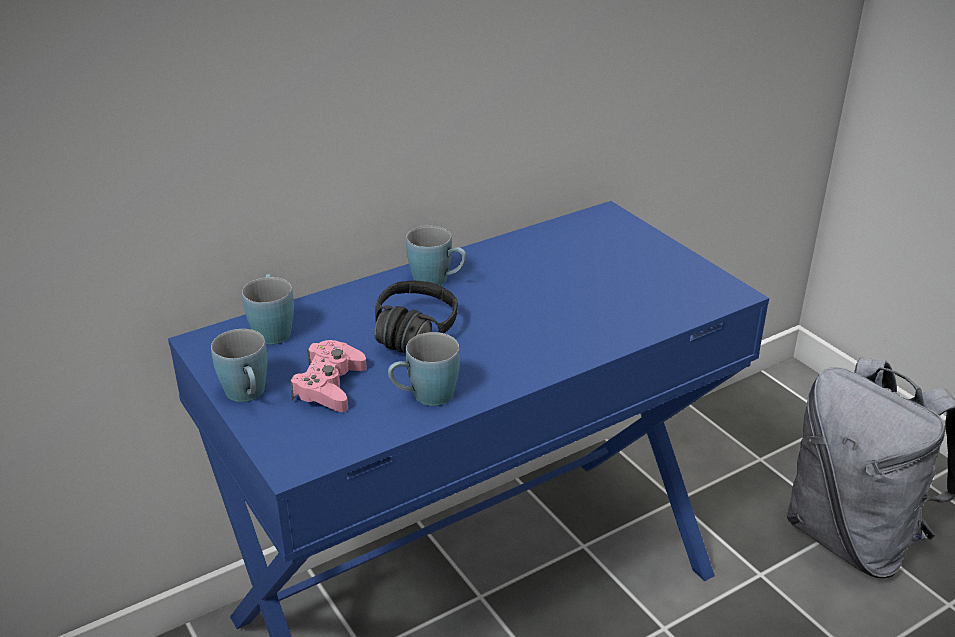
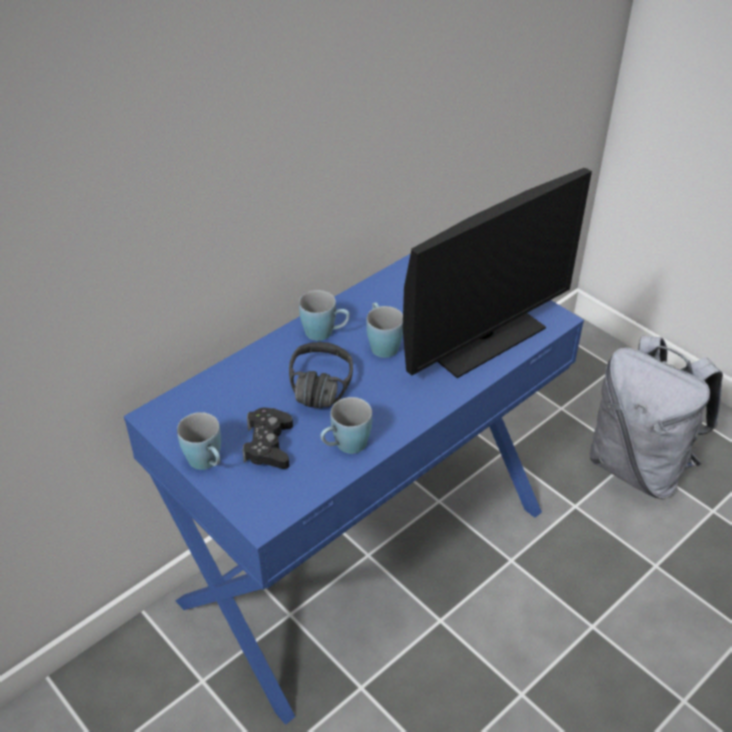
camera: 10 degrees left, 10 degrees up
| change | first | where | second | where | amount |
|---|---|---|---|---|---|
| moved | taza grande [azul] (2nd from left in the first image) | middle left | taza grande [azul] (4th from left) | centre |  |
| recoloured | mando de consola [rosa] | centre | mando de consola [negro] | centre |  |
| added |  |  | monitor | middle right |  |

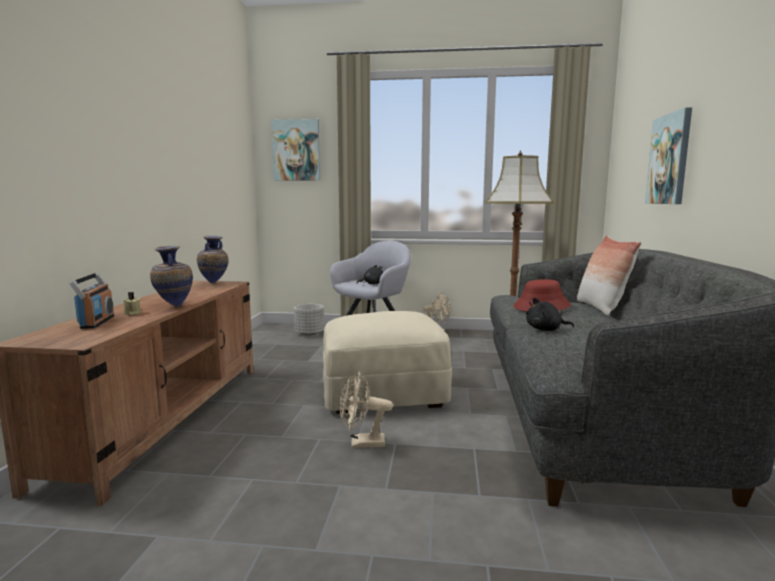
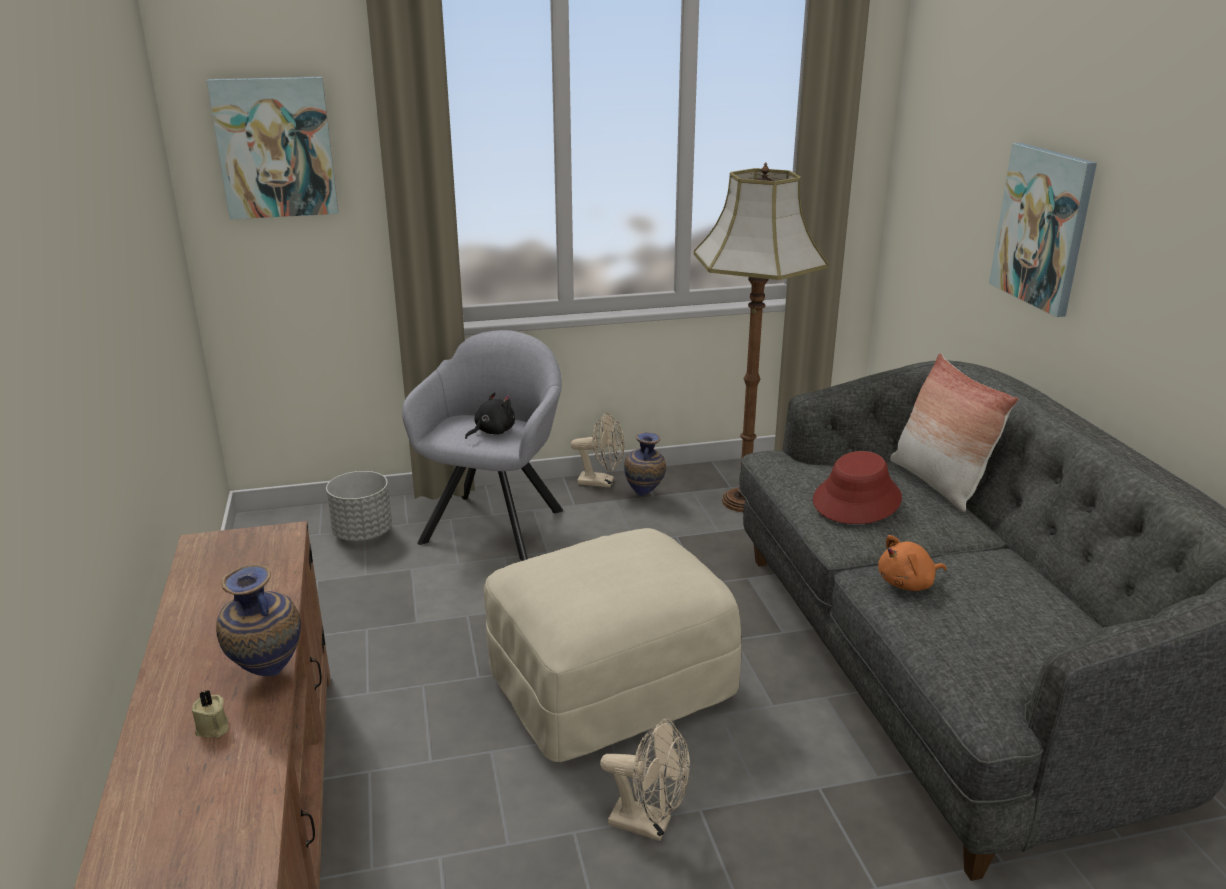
camera: 20 degrees left, 15 degrees up
| change | first | where | second | where | amount |
|---|---|---|---|---|---|
| moved | florero (2nd from left) | middle left |  | centre |  |
| removed | radio | middle left |  |  |  |
| recoloured | peluche [negro] (2nd from left) | middle right | peluche [naranja] | middle right |  |
| turned | ventilador [beis] (1st from left in the first image) | bottom centre | ventilador [beis] (2nd from left) | bottom centre | 135 degrees counterclockwise |

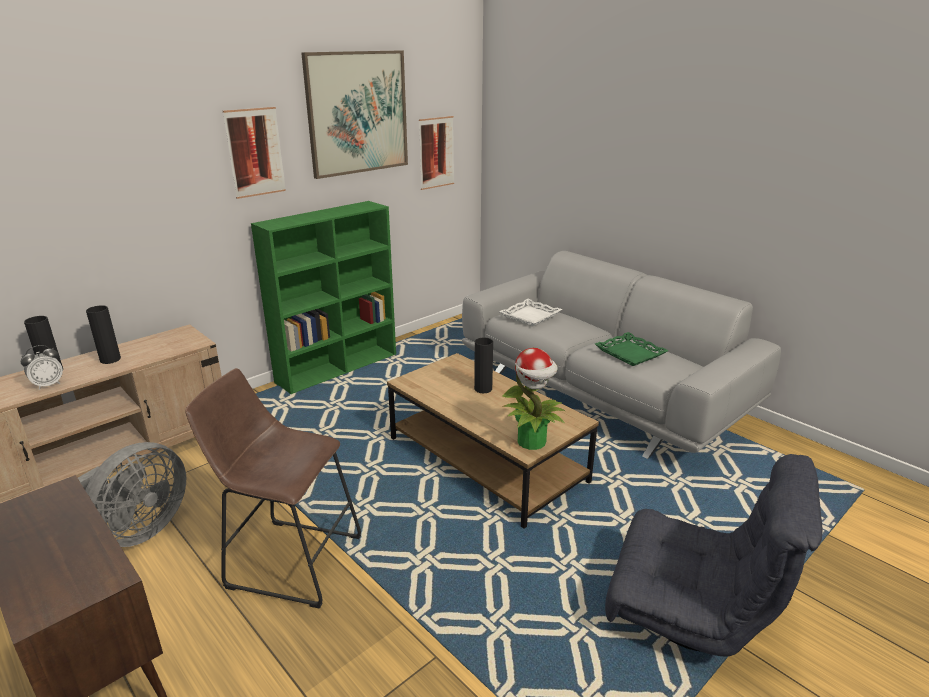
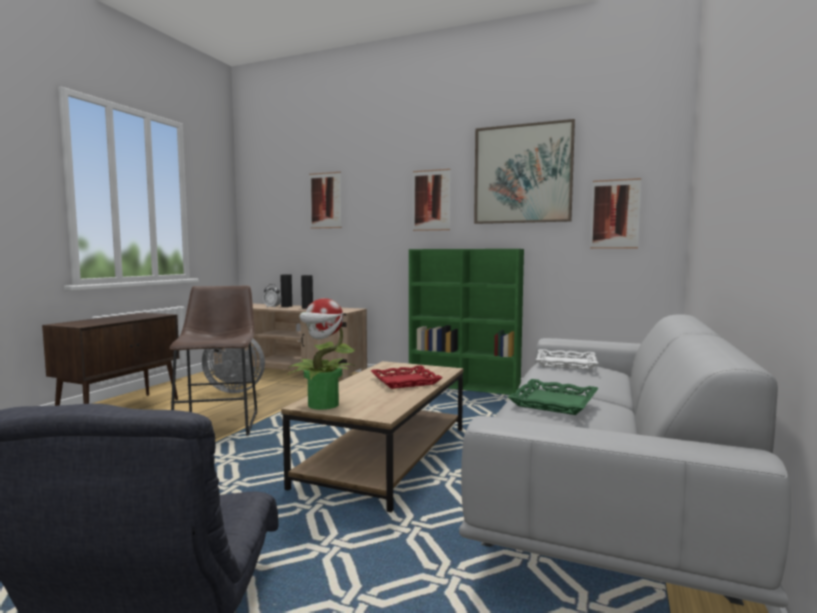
camera: 65 degrees right, 20 degrees down
| change | first | where | second | where | amount |
|---|---|---|---|---|---|
| replaced | florero [negro] (3rd from left) | centre | bandeja [rojo] | centre |  |
| added |  |  | cuadro (1st from left) | top centre |  |

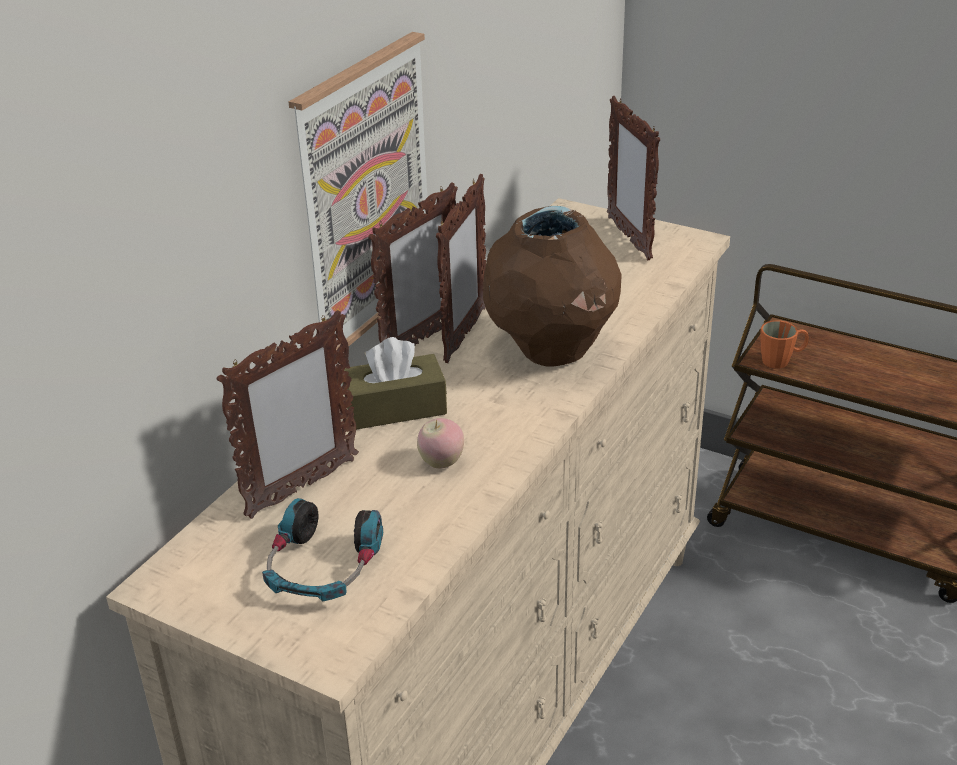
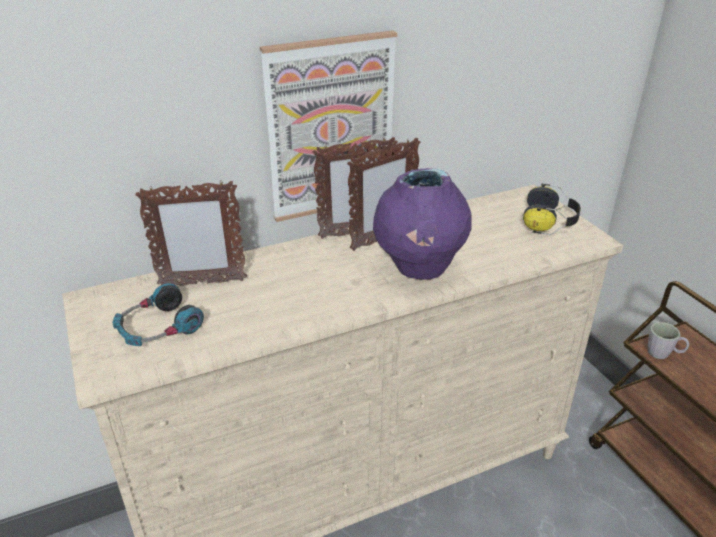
camera: 35 degrees right, 0 degrees up
| change | first | where | second | where | amount |
|---|---|---|---|---|---|
| replaced | portarretratos (4th from left) | top centre | auriculares (2nd from left) | middle right |  |
| recoloured | florero [marrón] | centre | florero [morado] | centre |  |
| recoloured | taza grande [naranja] | middle right | taza grande [gris] | middle right |  |
| removed | caja de pañuelos [marrón] | centre |  |  |  |
| removed | manzana | centre |  |  |  |

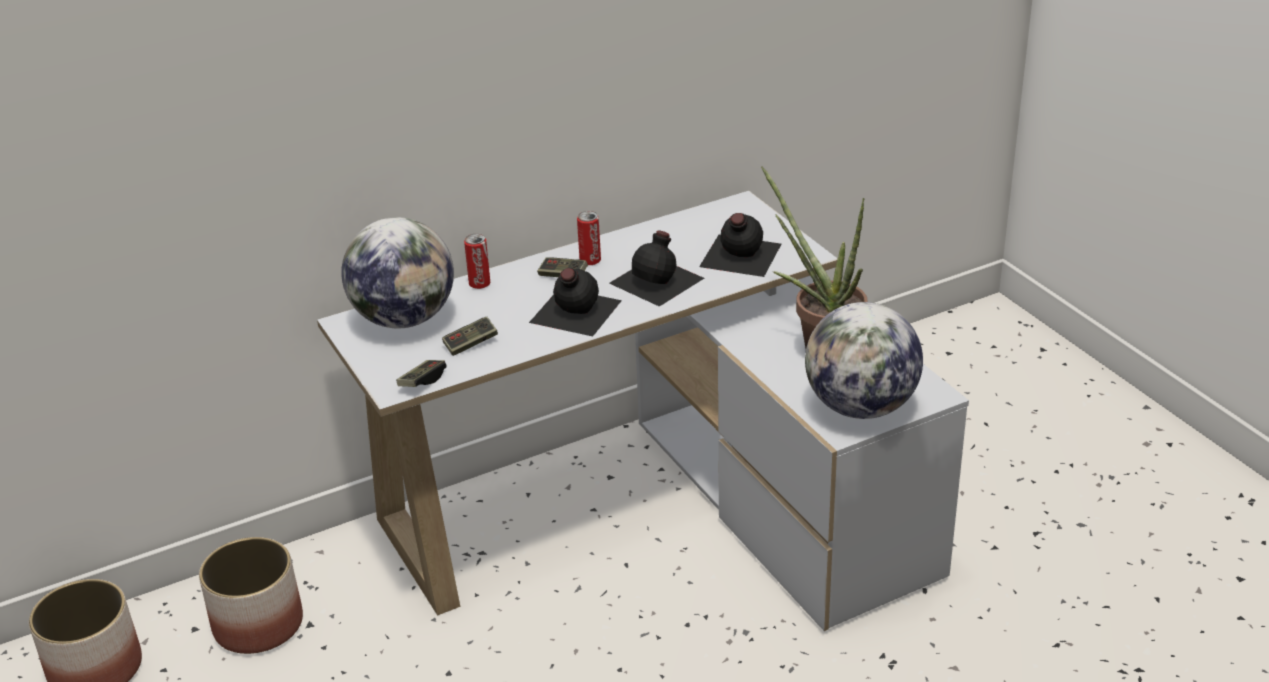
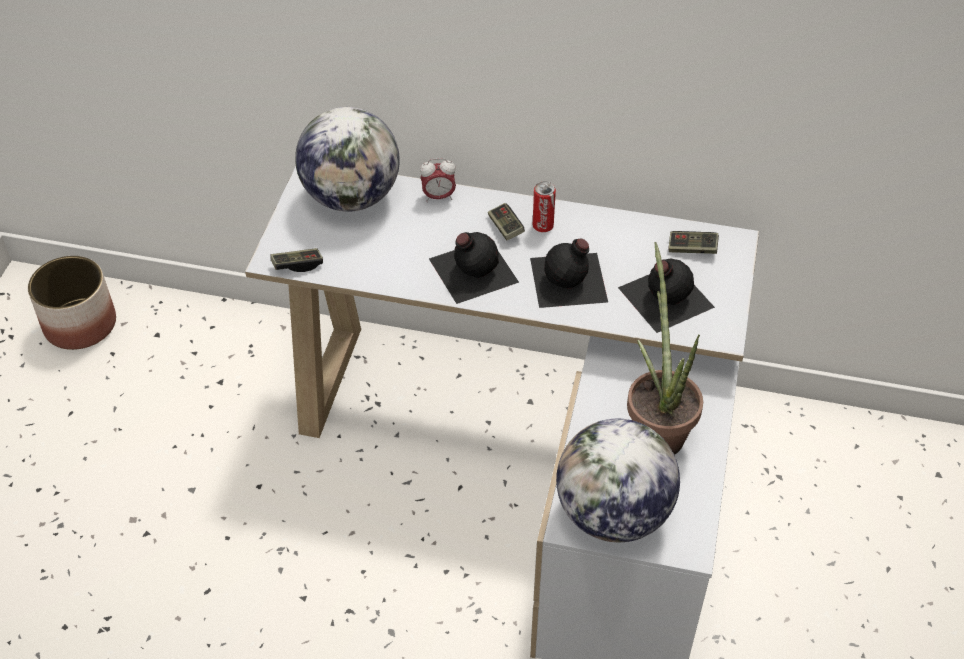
camera: 40 degrees right, 15 degrees up
| change | first | where | second | where | amount |
|---|---|---|---|---|---|
| replaced | lata (1st from left) | centre | despertador | top centre |  |
| moved | mando de consola (2nd from left in the first image) | centre | mando de consola (3rd from left) | middle right |  |
| removed | maceta (2nd from left) | bottom left |  |  |  |

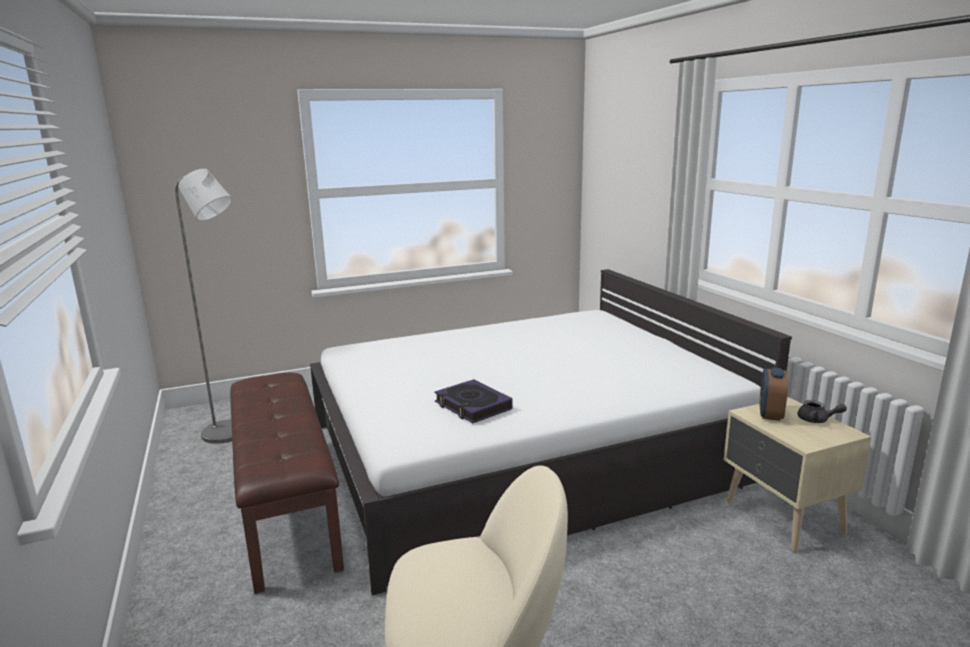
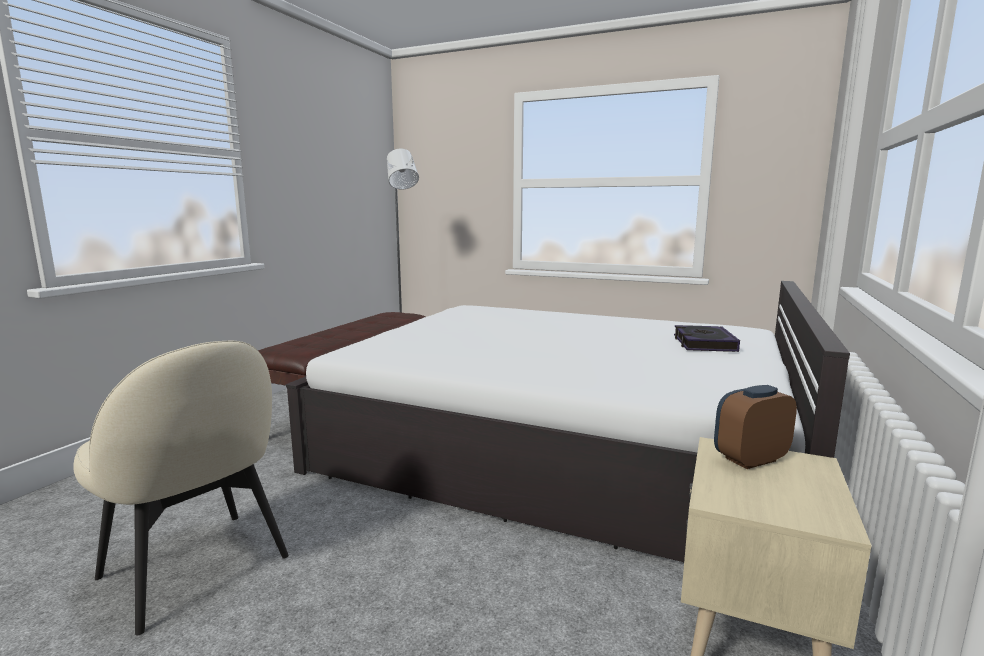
camera: 45 degrees right, 5 degrees down
| change | first | where | second | where | amount |
|---|---|---|---|---|---|
| moved | libro | centre |  | middle right |  |
| removed | tetera [gris] | middle right |  |  |  |

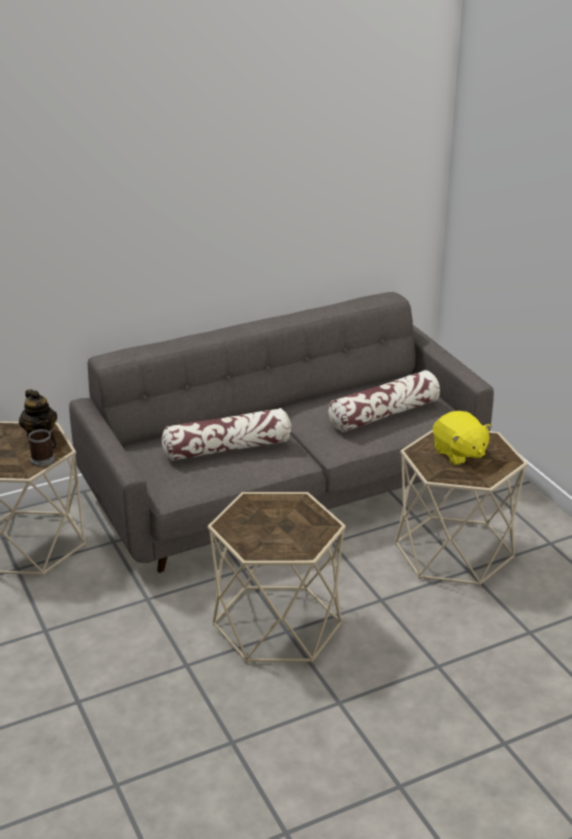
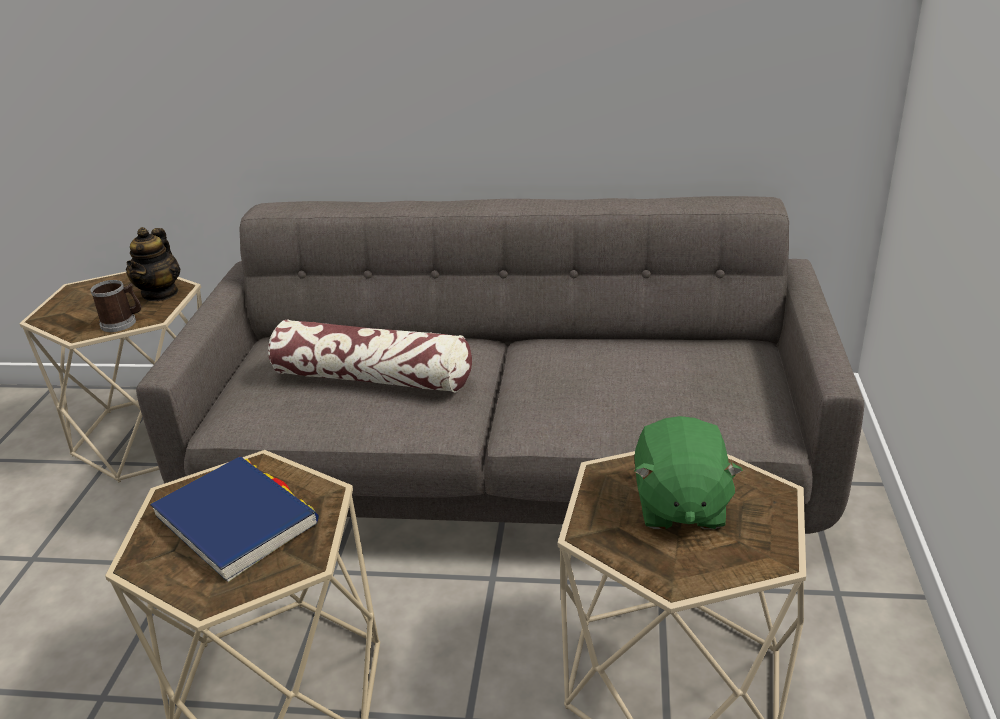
camera: 35 degrees right, 0 degrees up
| change | first | where | second | where | amount |
|---|---|---|---|---|---|
| removed | cojín (2nd from left) | middle right |  |  |  |
| recoloured | peluche [amarillo] | middle right | peluche [verde] | middle right |  |
| added |  |  | libro [azul] | bottom left |  |

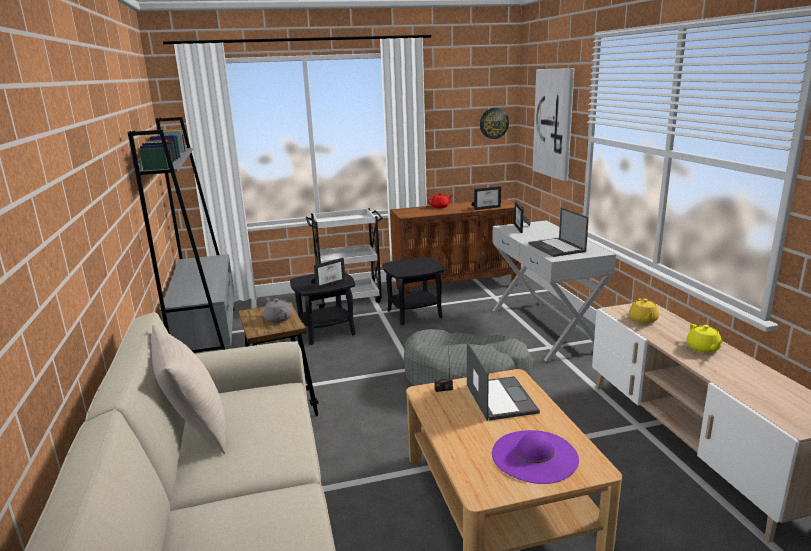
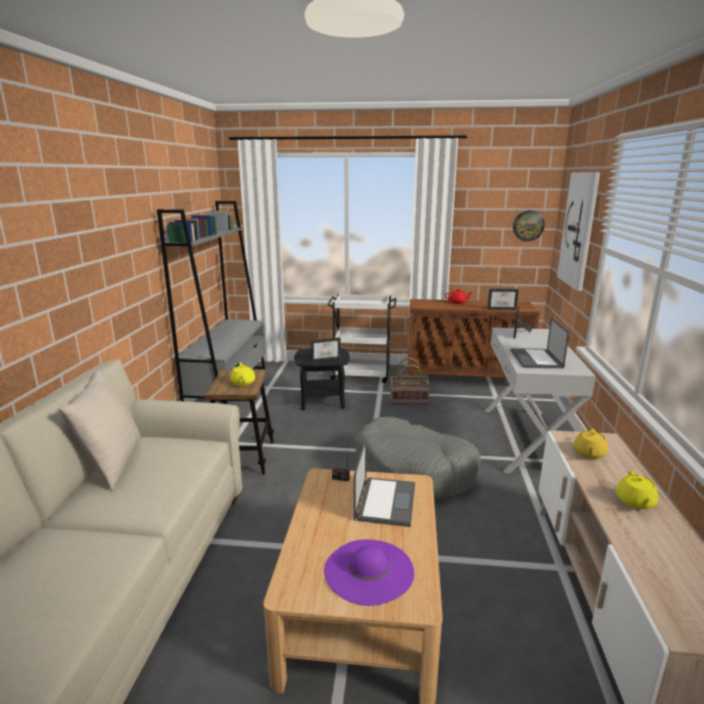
camera: 20 degrees right, 0 degrees up
| change | first | where | second | where | amount |
|---|---|---|---|---|---|
| replaced | mesa auxiliar [negro] (2nd from left) | centre | cesta | centre |  |
| recoloured | tetera [gris] | centre | tetera [amarillo] (1st from left) | centre |  |

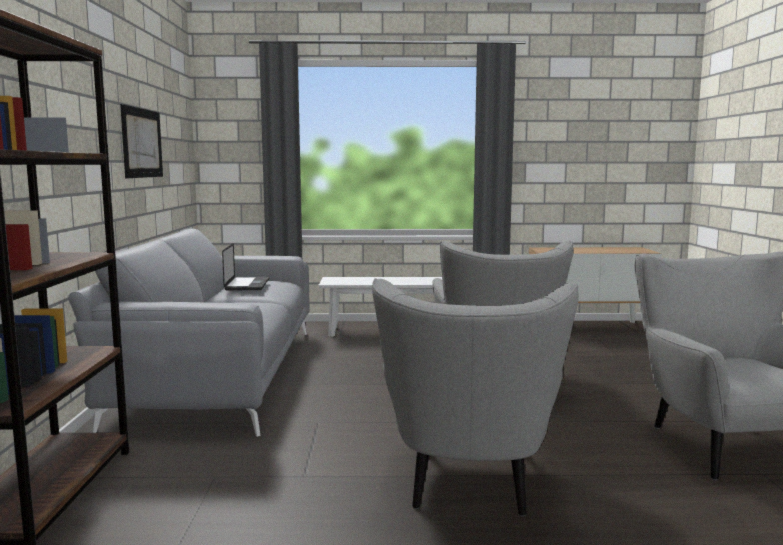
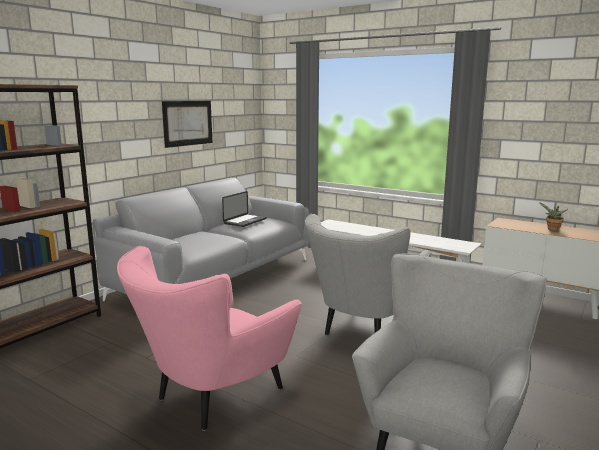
camera: 35 degrees right, 5 degrees up
| change | first | where | second | where | amount |
|---|---|---|---|---|---|
| recoloured | sillón [gris] (1st from left) | bottom centre | sillón [rosa] | bottom centre |  |
| added |  |  | planta en maceta | middle right |  |

